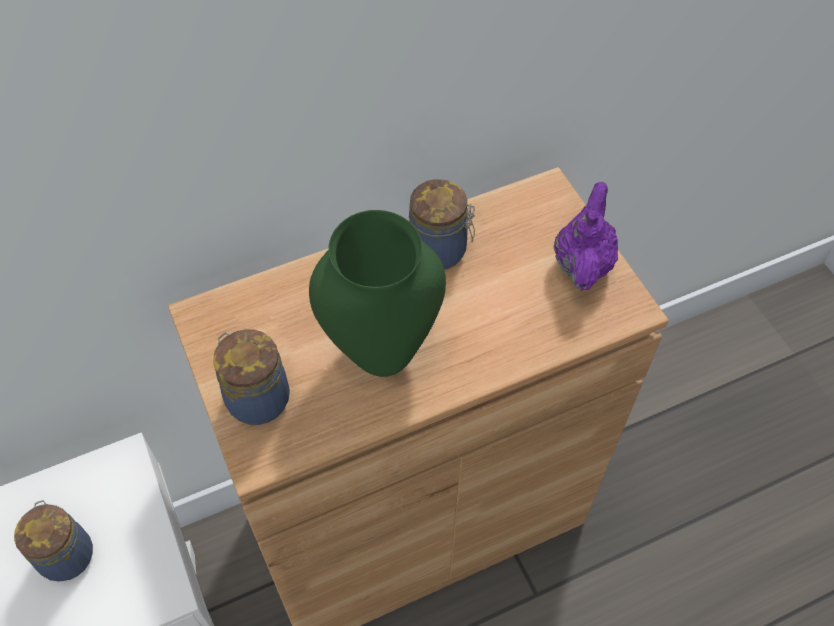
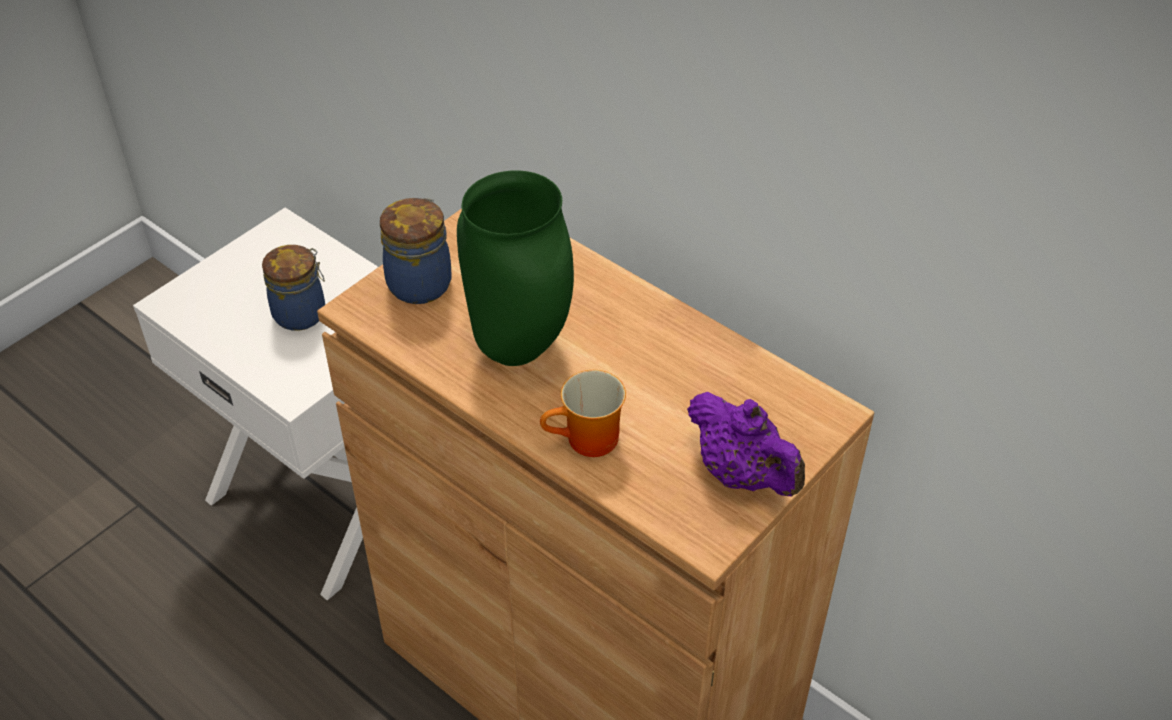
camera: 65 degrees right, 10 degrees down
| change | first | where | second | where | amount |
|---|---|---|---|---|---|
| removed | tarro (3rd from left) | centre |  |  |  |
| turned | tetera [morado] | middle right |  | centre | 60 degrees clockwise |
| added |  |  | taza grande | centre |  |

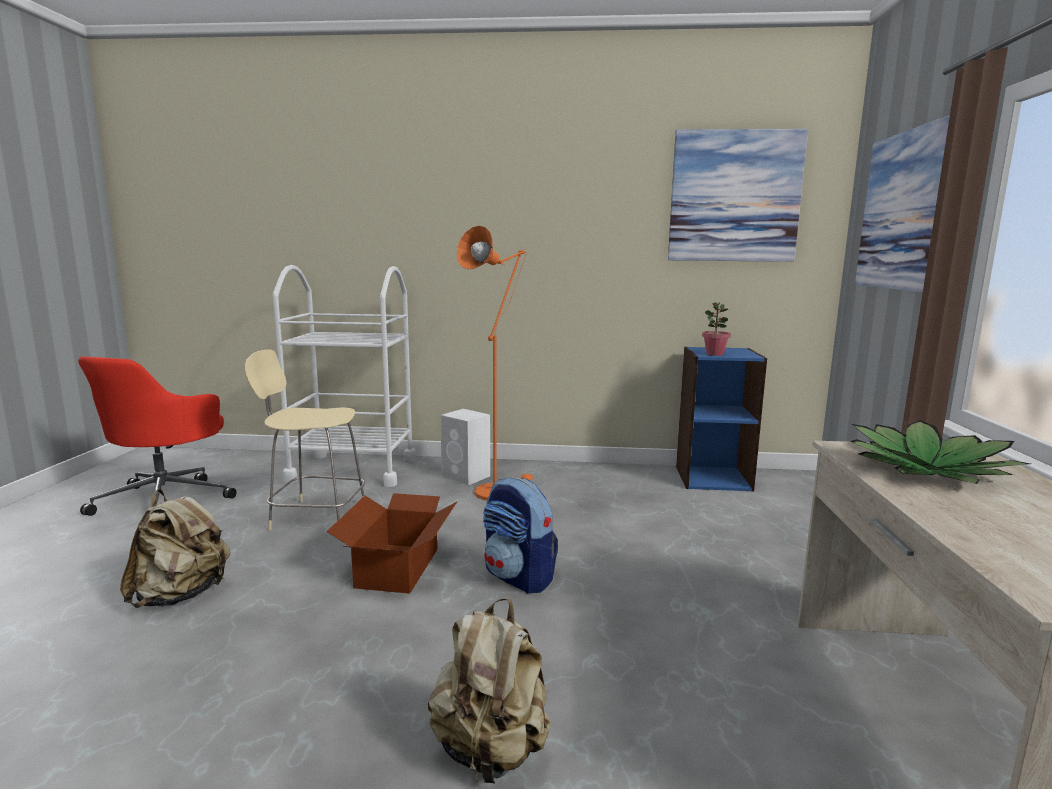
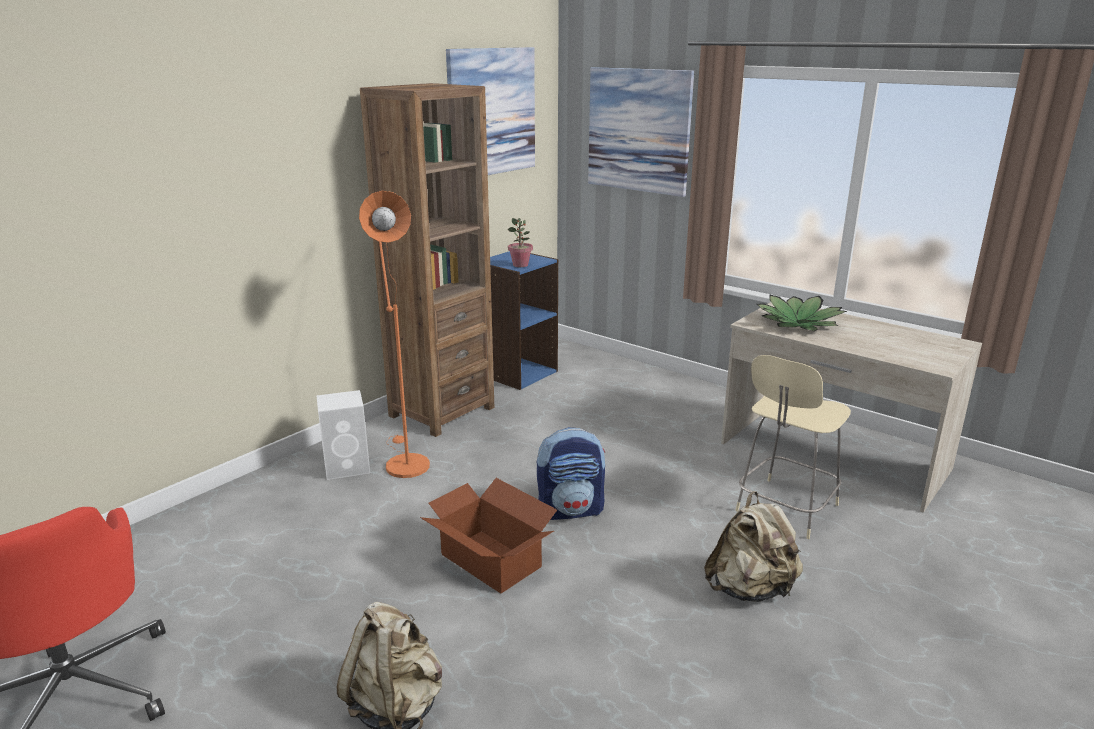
camera: 55 degrees left, 10 degrees up
| change | first | where | second | where | amount |
|---|---|---|---|---|---|
| removed | carrito [blanco] | middle left |  |  |  |
| moved | silla [beis] | middle left |  | middle right |  |
| added |  |  | estantería [marrón] | centre |  |

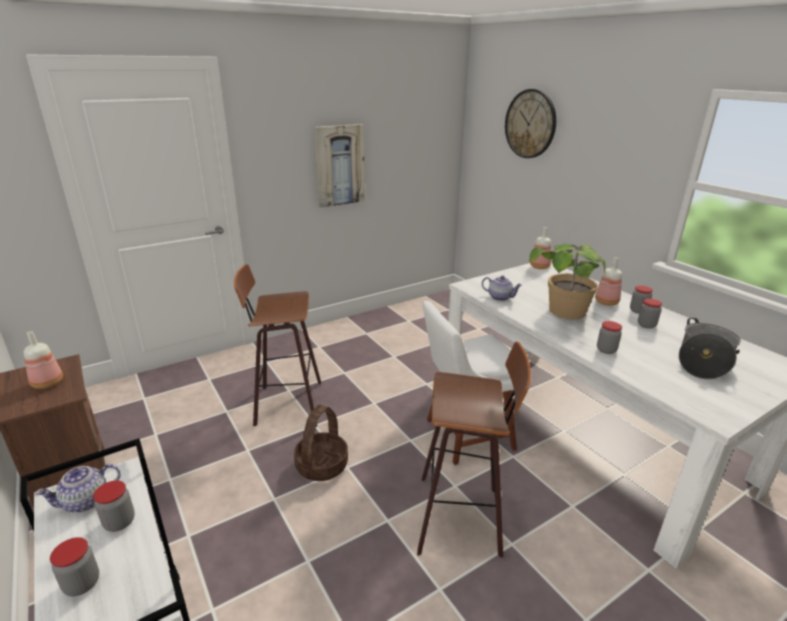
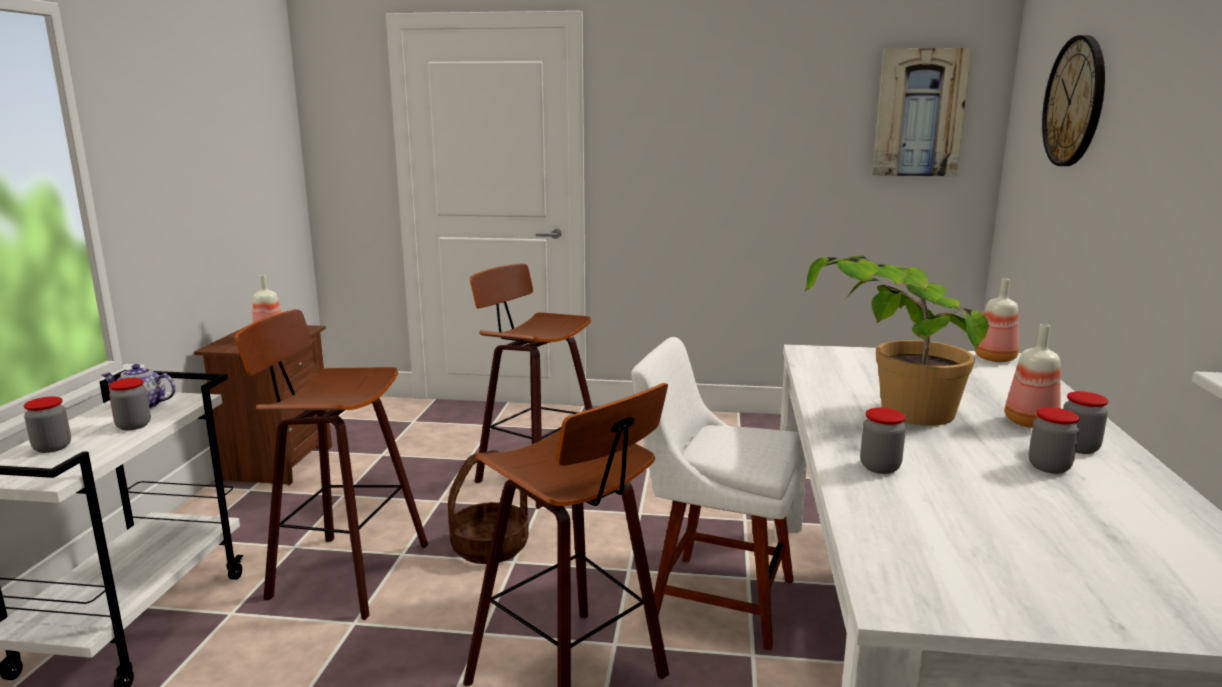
camera: 40 degrees right, 10 degrees down
| change | first | where | second | where | amount |
|---|---|---|---|---|---|
| moved | cuadro | top centre |  | top right |  |
| removed | tetera (2nd from left) | centre |  |  |  |
| removed | olla | middle right |  |  |  |
| added |  |  | taburete (1st from left) | bottom left |  |

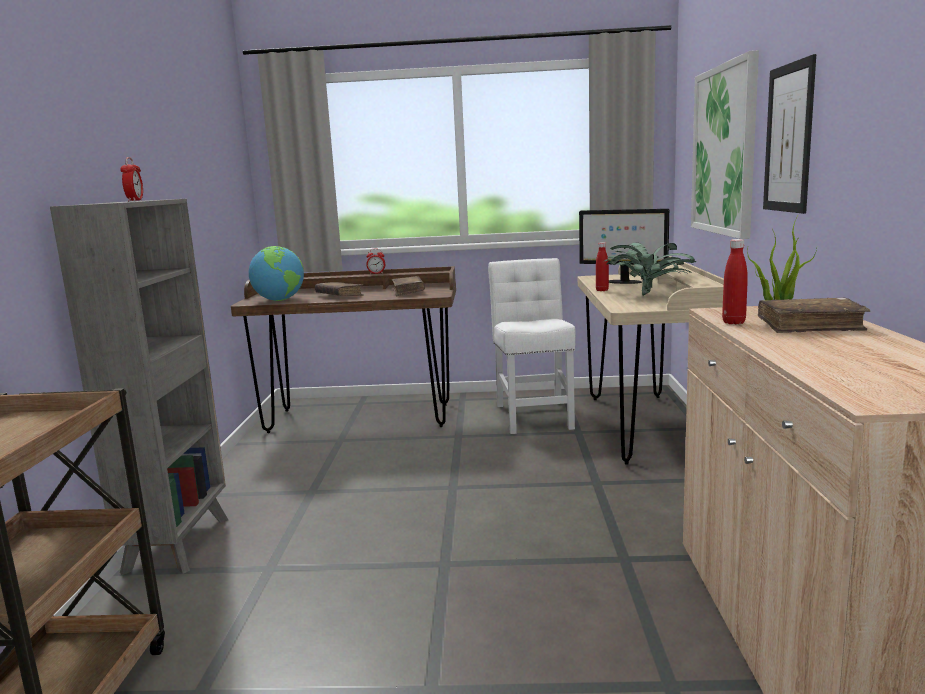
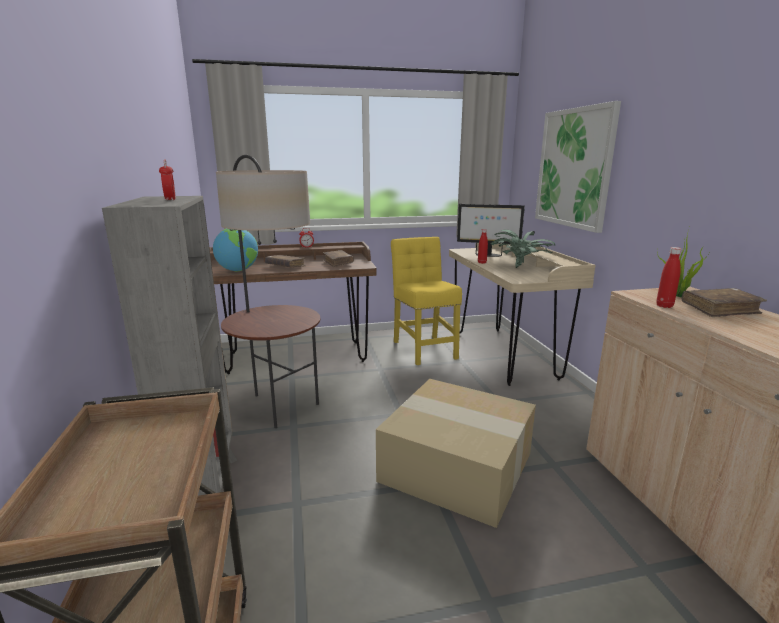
camera: 15 degrees left, 5 degrees up
| change | first | where | second | where | amount |
|---|---|---|---|---|---|
| removed | cuadro (2nd from left) | top right |  |  |  |
| recoloured | silla [blanco] | centre | silla [amarillo] | centre |  |
| added |  |  | lámpara de pie | centre |  |
| added |  |  | caja de cartón | bottom centre |  |

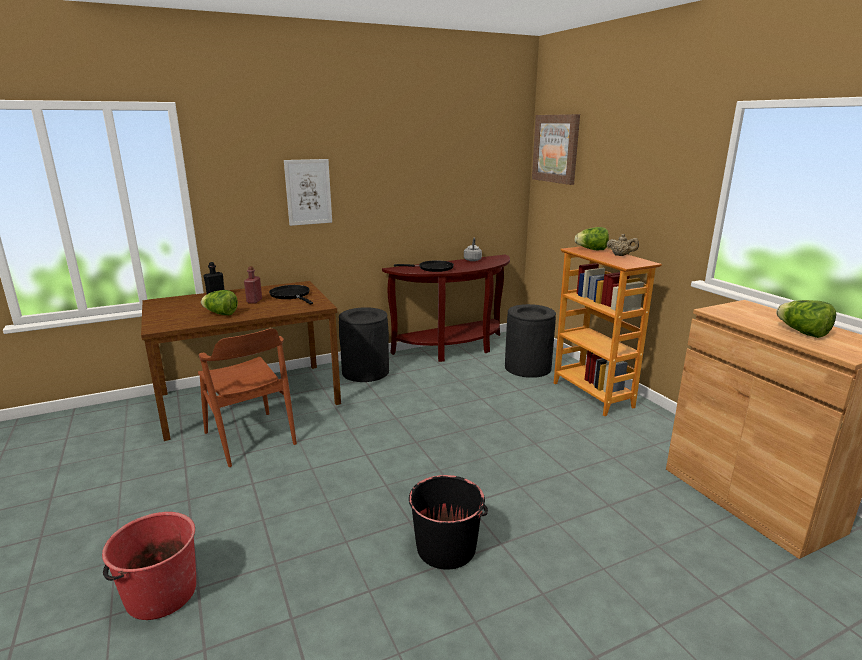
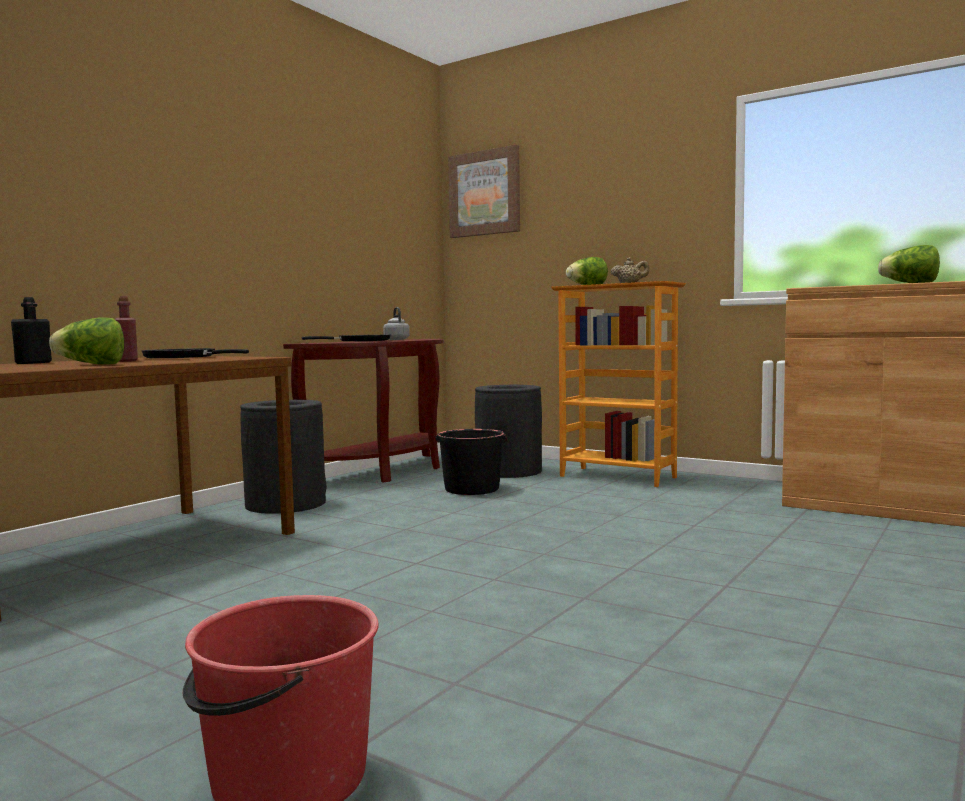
camera: 30 degrees left, 15 degrees down
| change | first | where | second | where | amount |
|---|---|---|---|---|---|
| removed | cuadro (1st from left) | top centre |  |  |  |
| removed | silla [marrón] | middle left |  |  |  |
| moved | cubo [negro] | bottom centre |  | centre |  |

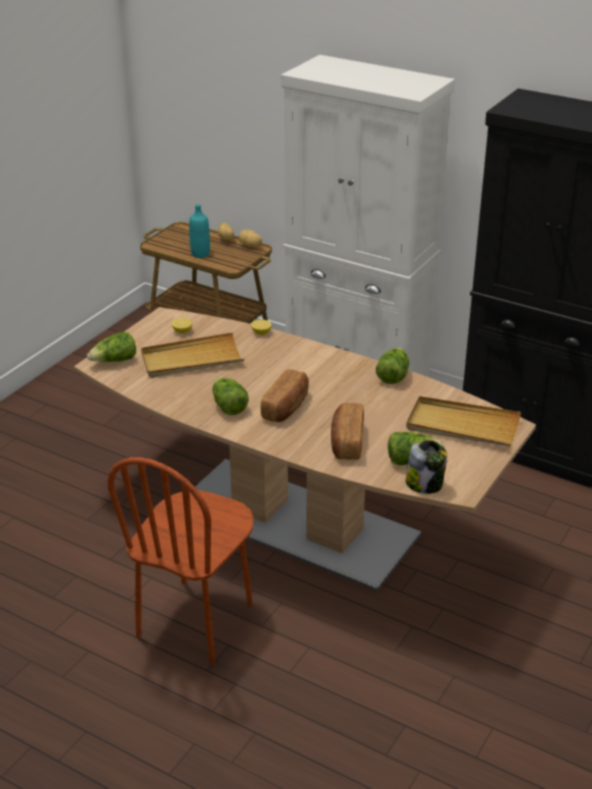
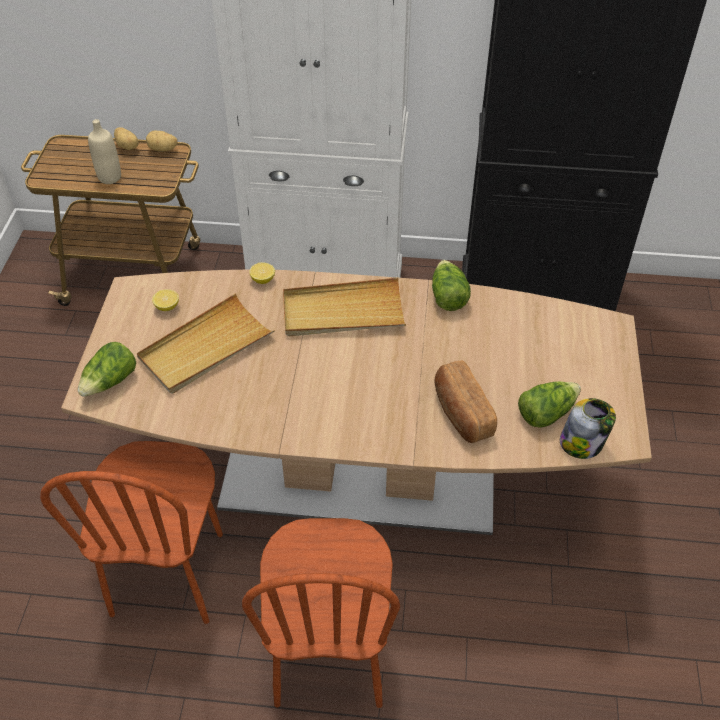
camera: 25 degrees left, 15 degrees up
| change | first | where | second | where | amount |
|---|---|---|---|---|---|
| recoloured | botella [turquesa] | top centre | botella [beis] | top left |  |
| removed | pan (1st from left) | centre |  |  |  |
| removed | lechuga (2nd from left) | centre |  |  |  |
| moved | bandeja [beis] (2nd from left) | middle right |  | centre |  |
| added |  |  | silla [marrón] (1st from left) | bottom left |  |

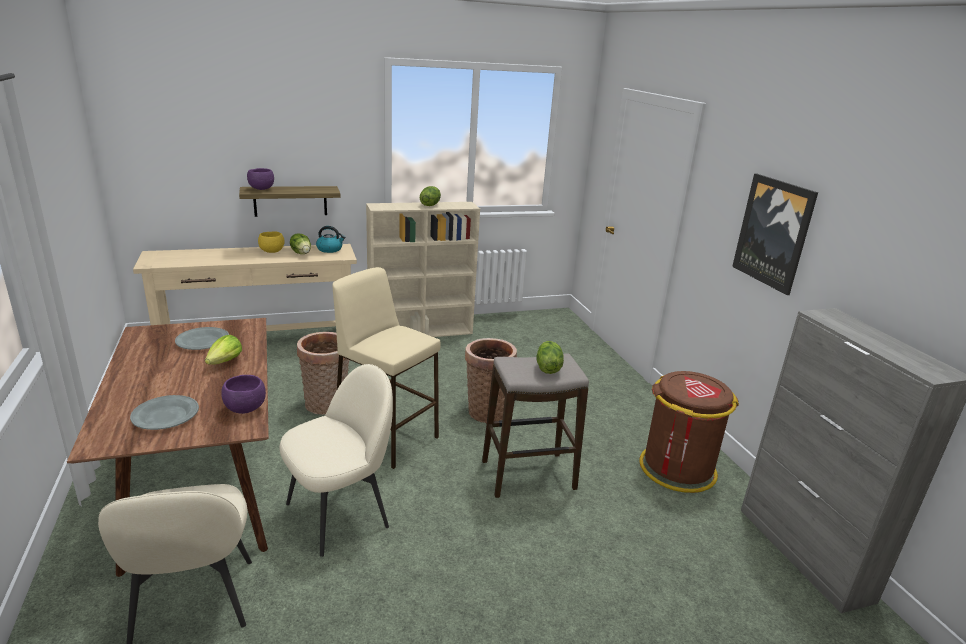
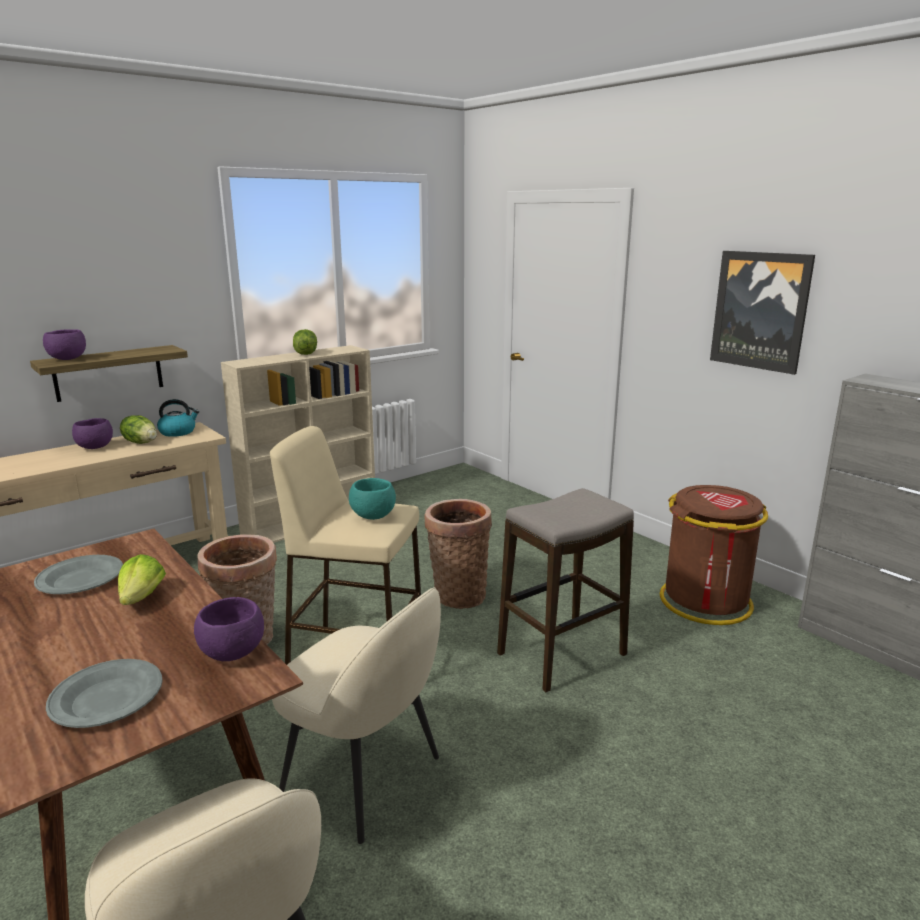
camera: 20 degrees left, 5 degrees down
| change | first | where | second | where | amount |
|---|---|---|---|---|---|
| recoloured | cuenco [amarillo] | middle left | cuenco [morado] (2nd from left) | middle left |  |
| removed | lechuga (4th from left) | centre |  |  |  |
| turned | silla [beis] (2nd from left) | bottom centre |  | bottom centre | 90 degrees clockwise |
| added |  |  | cuenco [turquesa] | centre |  |

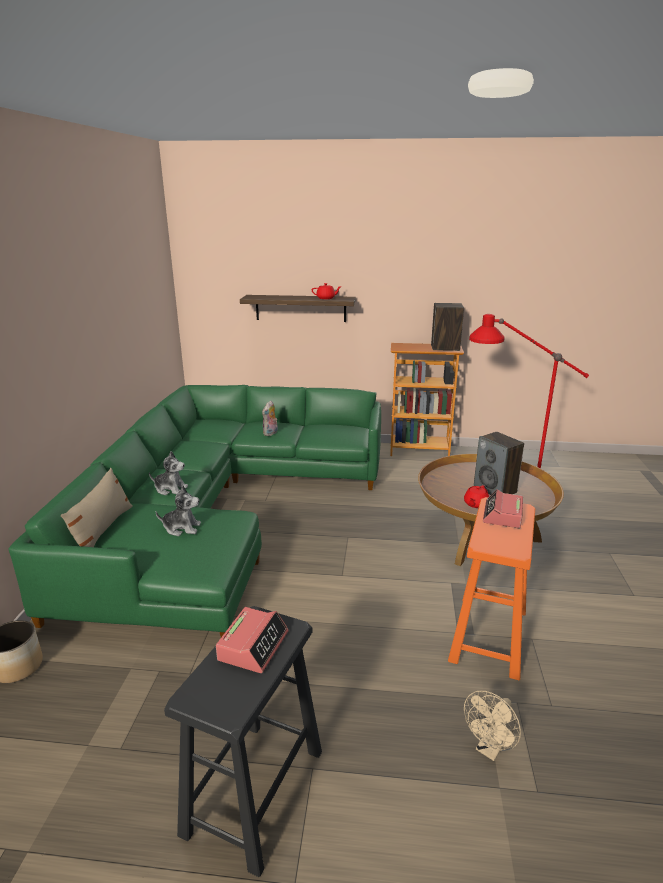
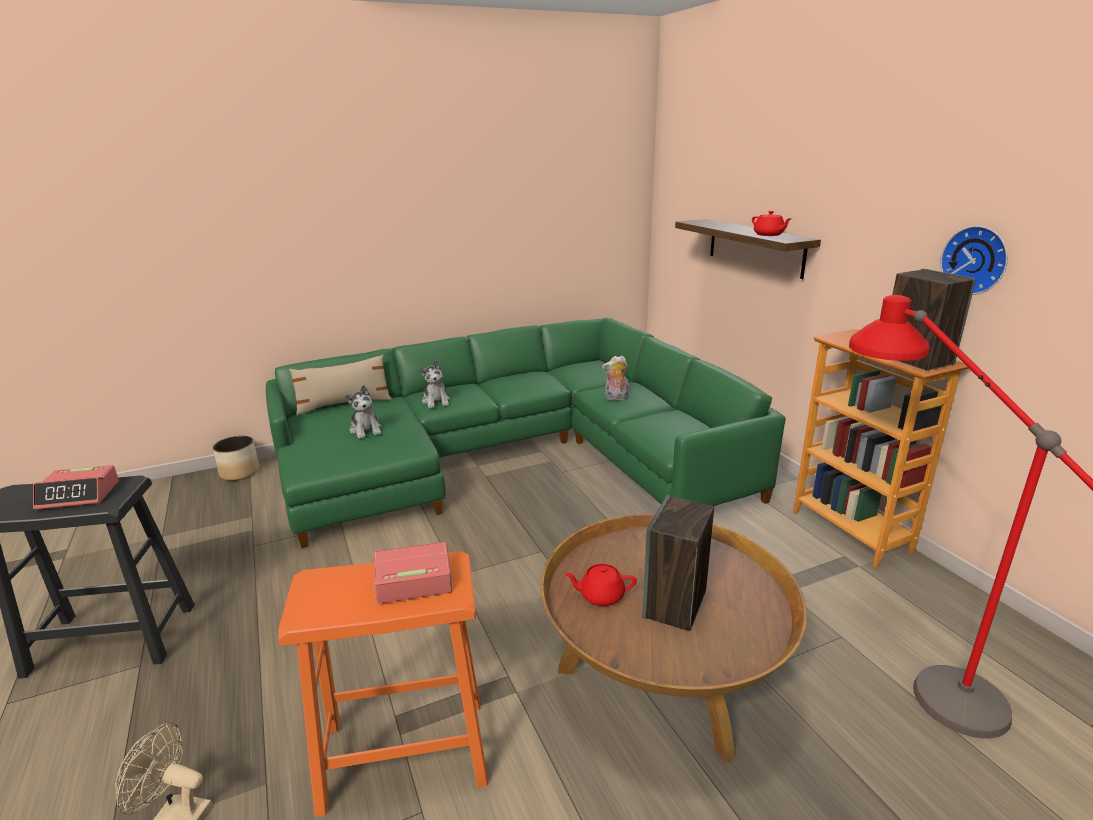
camera: 60 degrees right, 0 degrees up
| change | first | where | second | where | amount |
|---|---|---|---|---|---|
| added |  |  | reloj de pared | top right |  |

